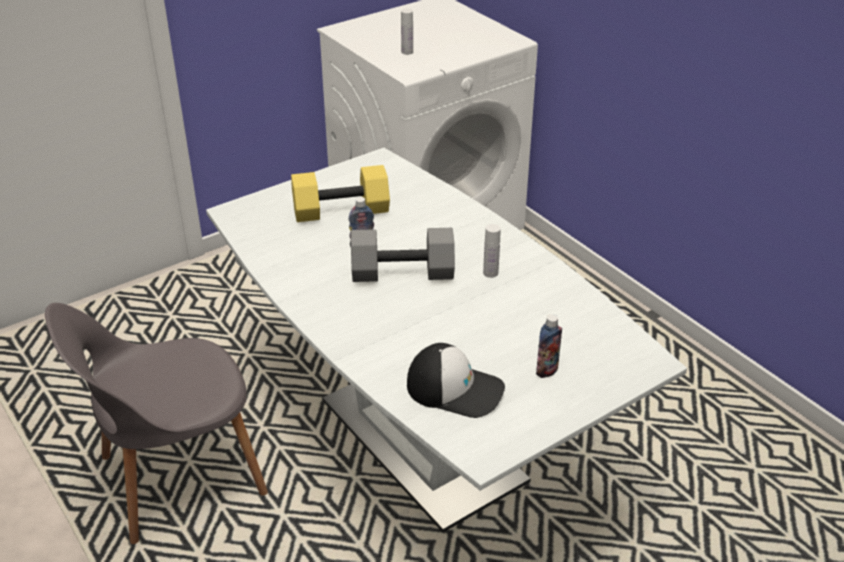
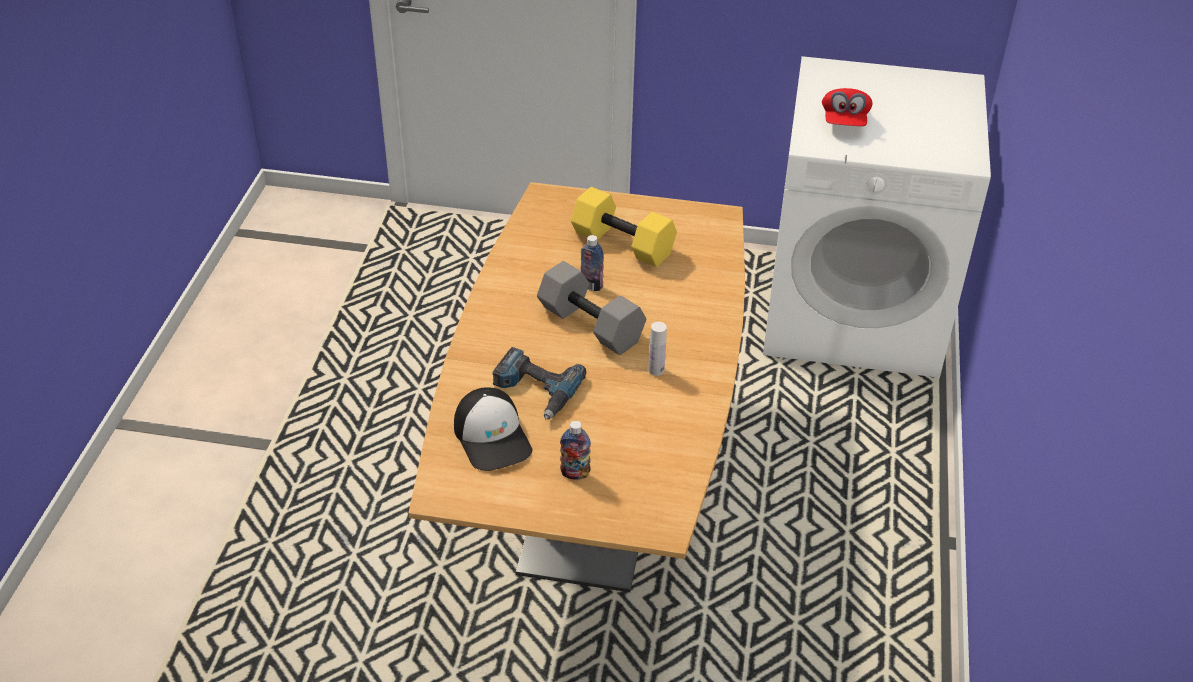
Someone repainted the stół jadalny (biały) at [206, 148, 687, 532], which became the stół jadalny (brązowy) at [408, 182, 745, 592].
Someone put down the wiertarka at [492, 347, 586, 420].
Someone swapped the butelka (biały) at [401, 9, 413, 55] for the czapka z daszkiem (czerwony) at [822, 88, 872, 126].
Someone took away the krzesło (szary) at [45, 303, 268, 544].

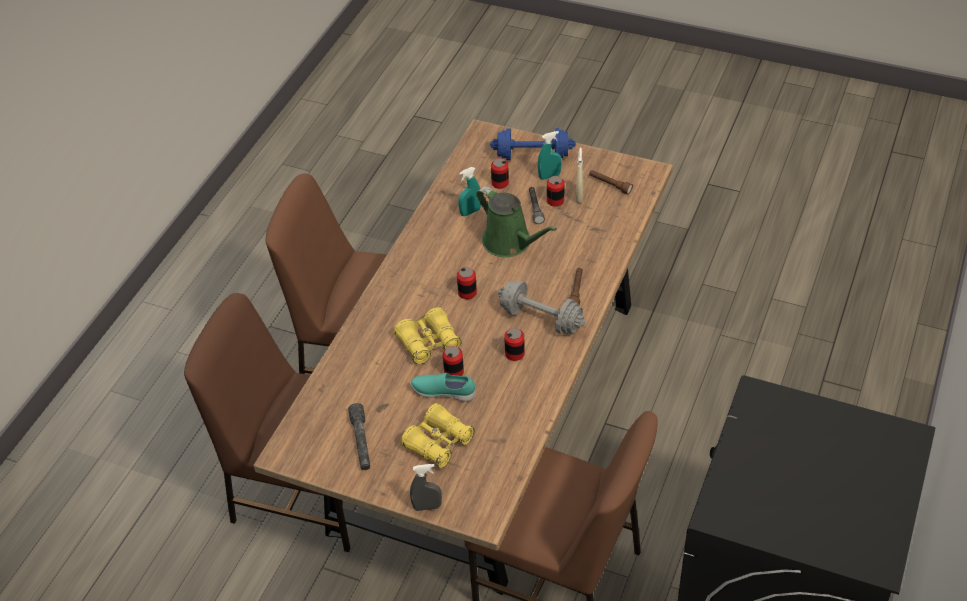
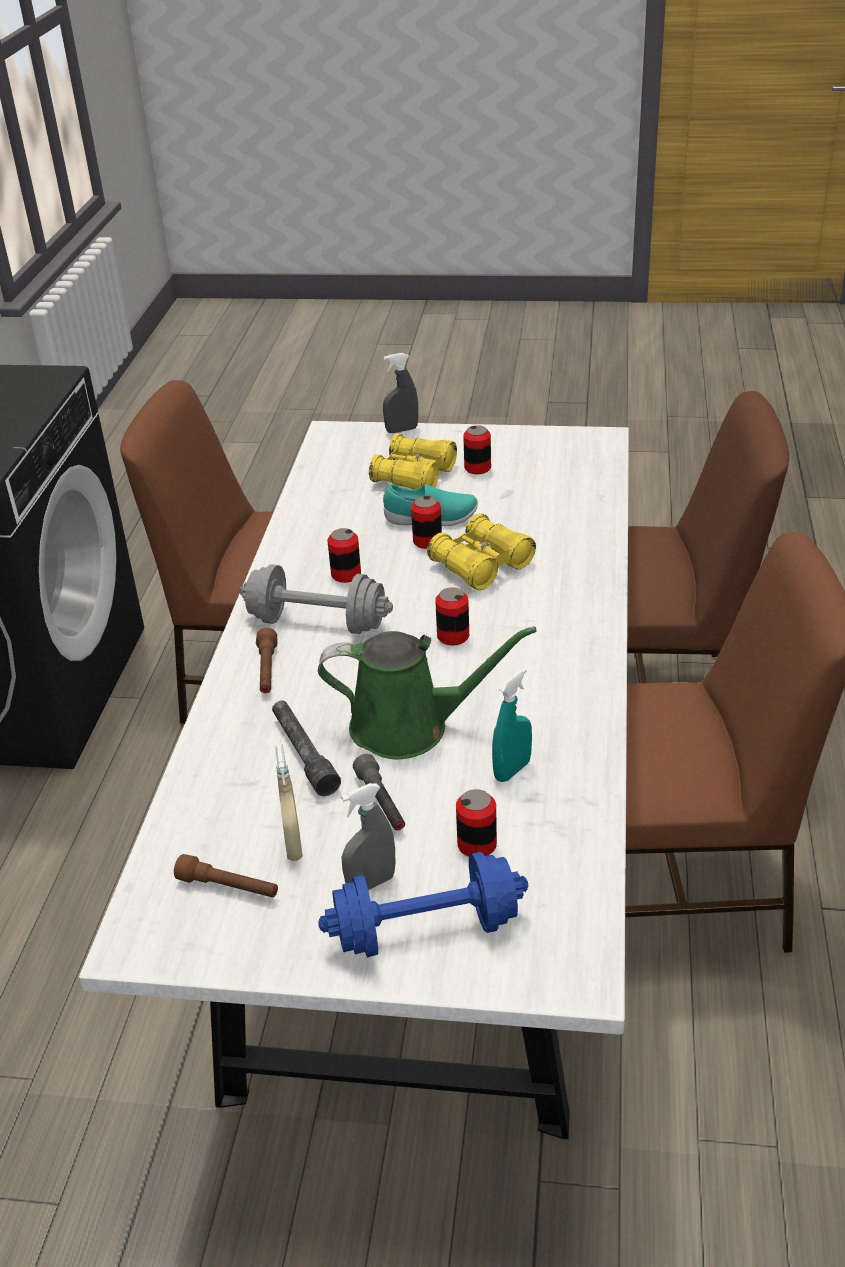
Someone repainted the stół jadalny (brązowy) at [253, 119, 673, 595], which became the stół jadalny (biały) at [79, 421, 629, 1139].
Someone carried the latarka (szary) from [348, 403, 370, 470] to [272, 701, 341, 796].
Someone rotated the konewka (zielony) at [476, 186, 557, 257] by 150 degrees clockwise.
Someone repainted the spryskiwacz (turkusowy) at [538, 131, 562, 180], which became the spryskiwacz (szary) at [341, 783, 395, 890].
Someone carried the puszka from [547, 176, 564, 207] to [463, 425, 491, 474].

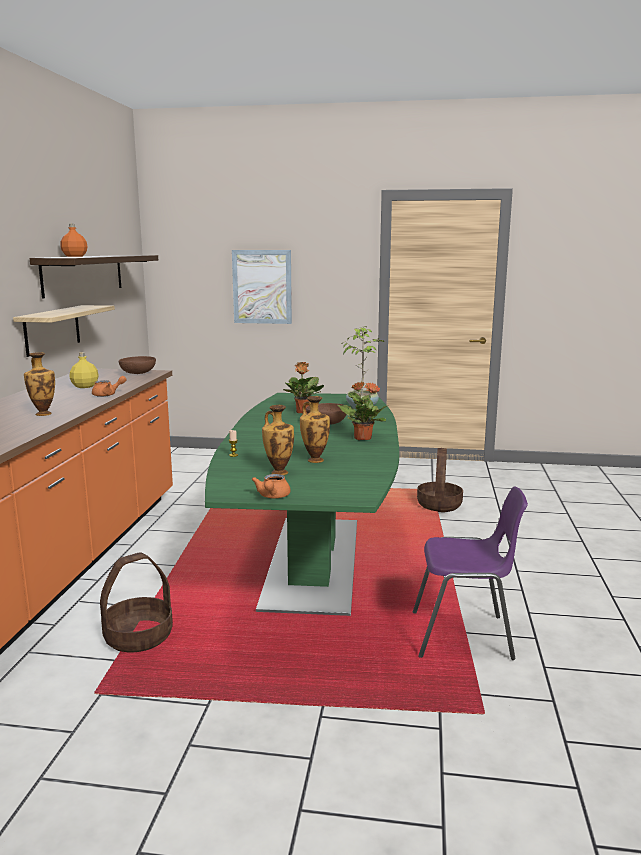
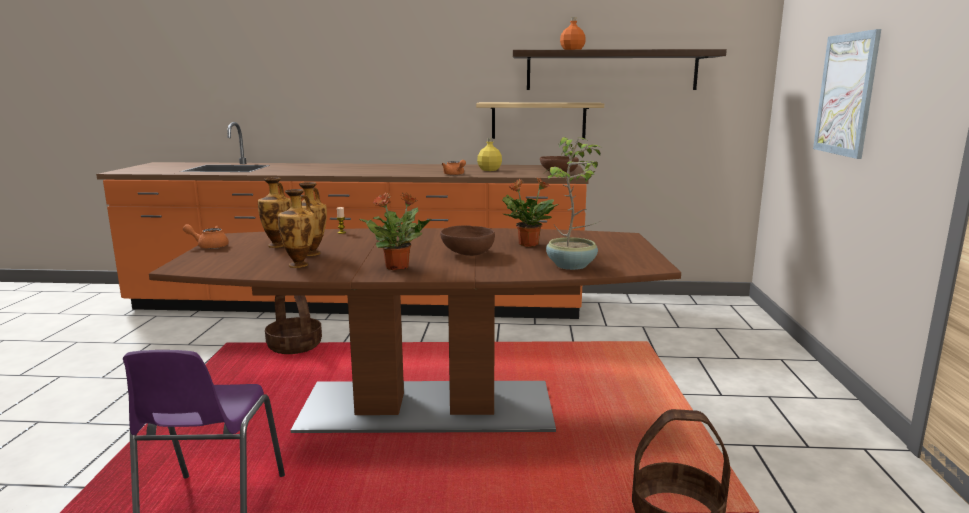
Someone repainted the stół jadalny (zielony) at [205, 393, 399, 616], which became the stół jadalny (brązowy) at [149, 228, 681, 433].
Someone carried the wazon from [24, 352, 55, 416] to [278, 189, 315, 268].

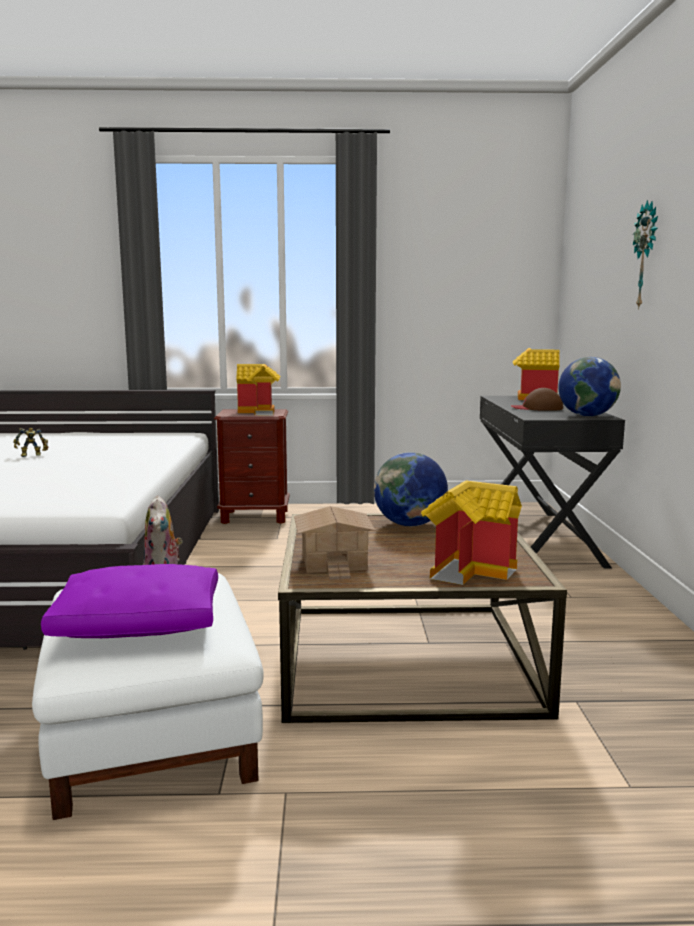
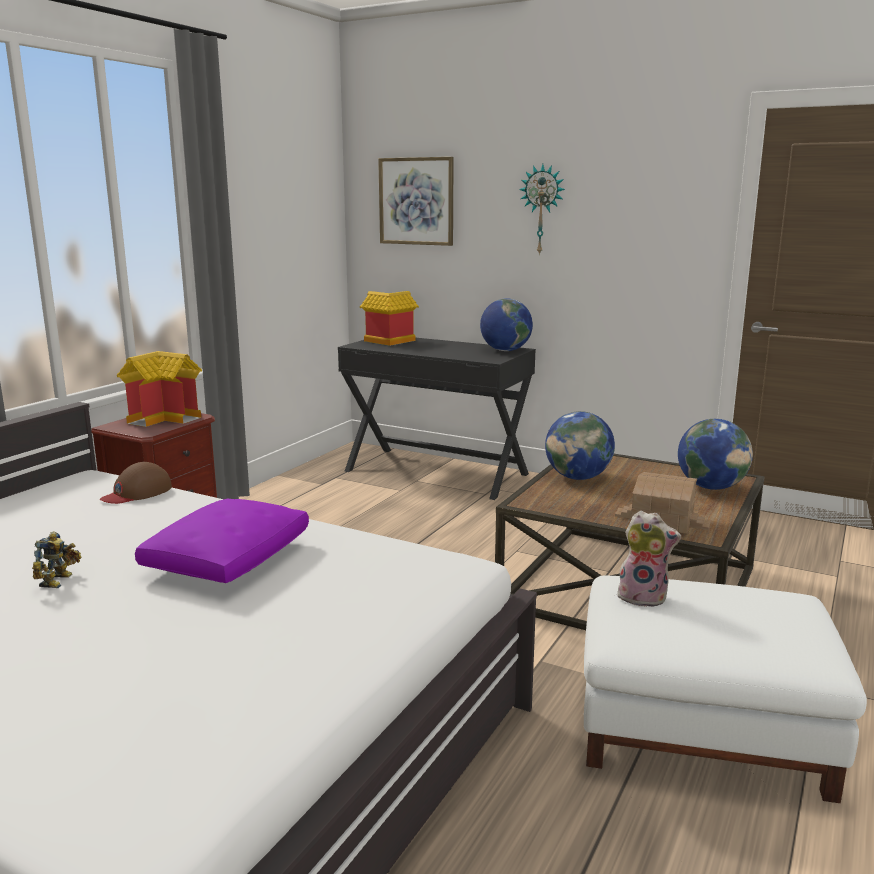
Someone carried the czapka z daszkiem (brązowy) from [511, 388, 563, 411] to [100, 462, 172, 504].
Someone carried the poduszka (fioletowy) from [41, 564, 218, 638] to [135, 498, 309, 583].
Someone put up the obraz at [378, 157, 454, 246].
Someone swapped the domek at [421, 481, 522, 585] for the globus at [678, 419, 753, 490].

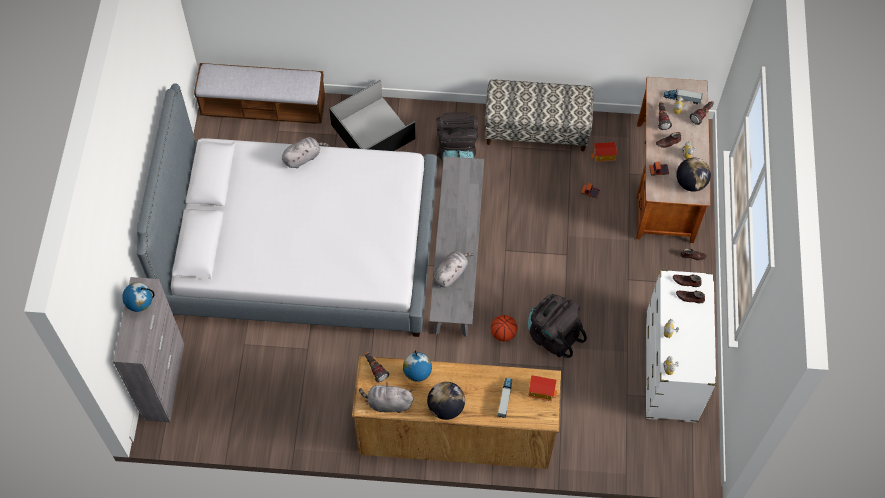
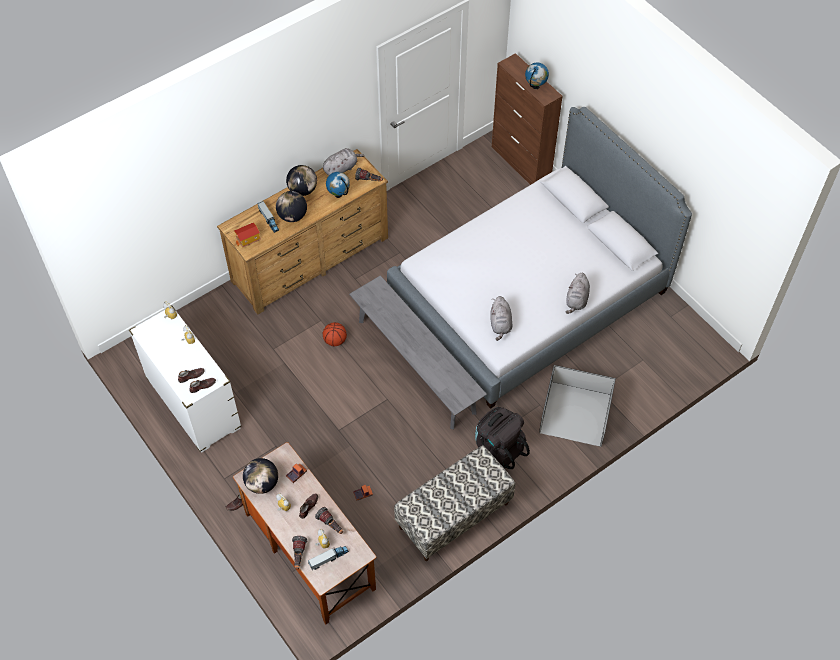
Someone put down the globus at [276, 191, 307, 222].
Someone carried the pluszak (szary) from [433, 251, 474, 287] to [490, 296, 512, 341].
Someone repainted the szafka (szary) at [113, 277, 184, 422], which became the szafka (brązowy) at [492, 53, 563, 185].
Someone took away the ławka at [194, 63, 326, 124].
Someone took away the plecak (czarny) at [528, 294, 587, 358].
Someone took away the domek at [591, 142, 617, 162].

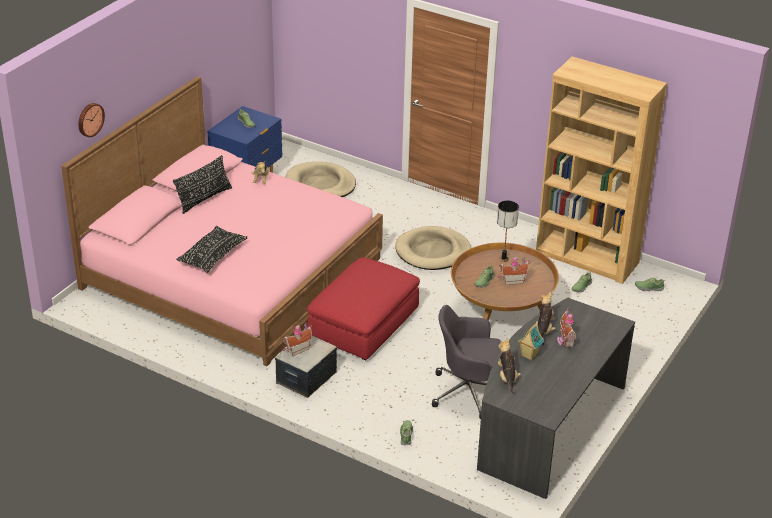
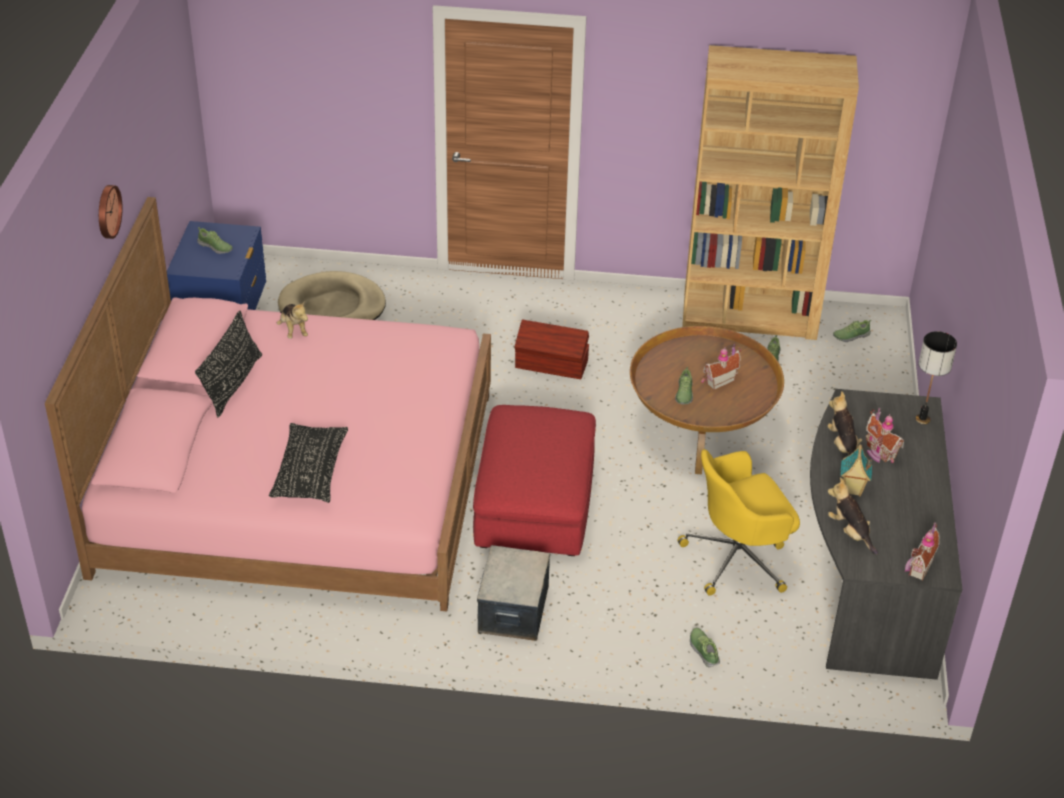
Someone carried the zegar ścienny from [78, 103, 105, 137] to [99, 185, 122, 239].
Someone swapped the legowisko (beżowy) at [395, 226, 471, 270] for the pojemnik do przechowywania (brązowy) at [515, 320, 589, 379].
Someone repainted the krzesło biurowe (szary) at [432, 305, 501, 419], which became the krzesło biurowe (żółty) at [677, 449, 800, 596].
Someone carried the domek from [283, 322, 312, 356] to [905, 522, 940, 581].
Someone carried the lampa stołowa from [497, 200, 519, 262] to [916, 331, 957, 424].

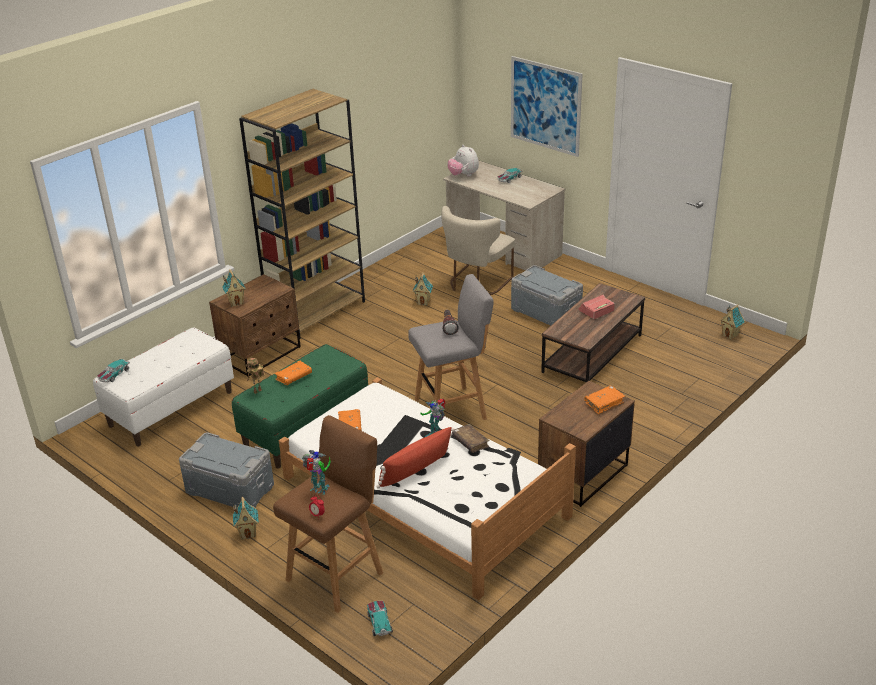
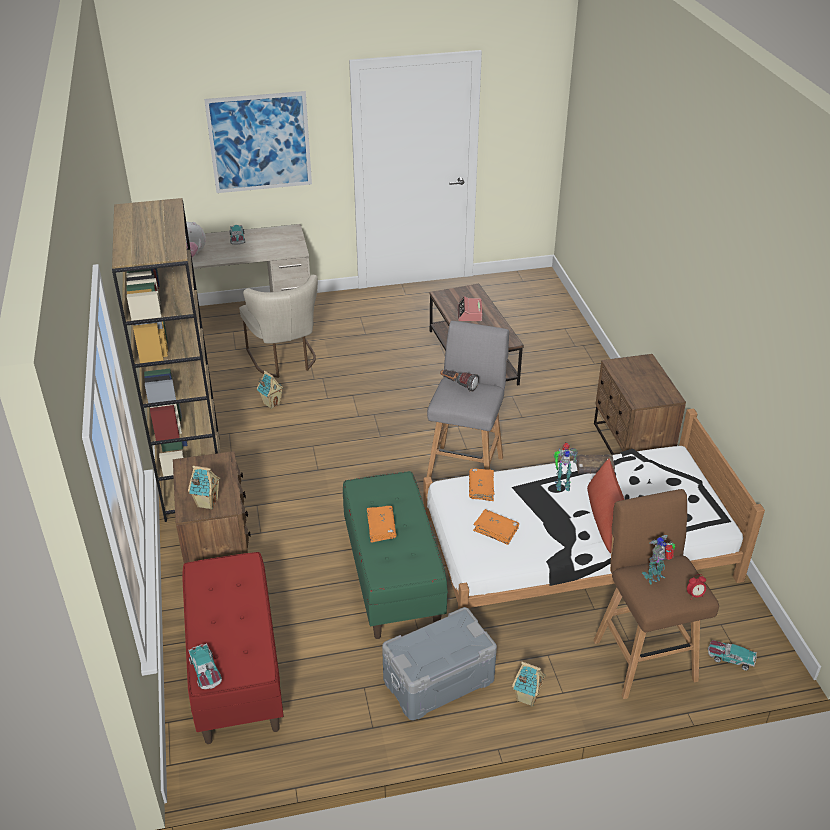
Someone repainted the ławka (biały) at [93, 327, 234, 447], which became the ławka (czerwony) at [182, 552, 284, 744].
Someone carried the książka (pomarańczowy) from [584, 385, 625, 414] to [469, 468, 495, 501].
Someone took away the robot zabawkowy at [246, 358, 264, 394].
Someone took away the pojemnik do przechowywania (szary) at [511, 265, 583, 326].
Someone took away the domek at [720, 304, 745, 340].

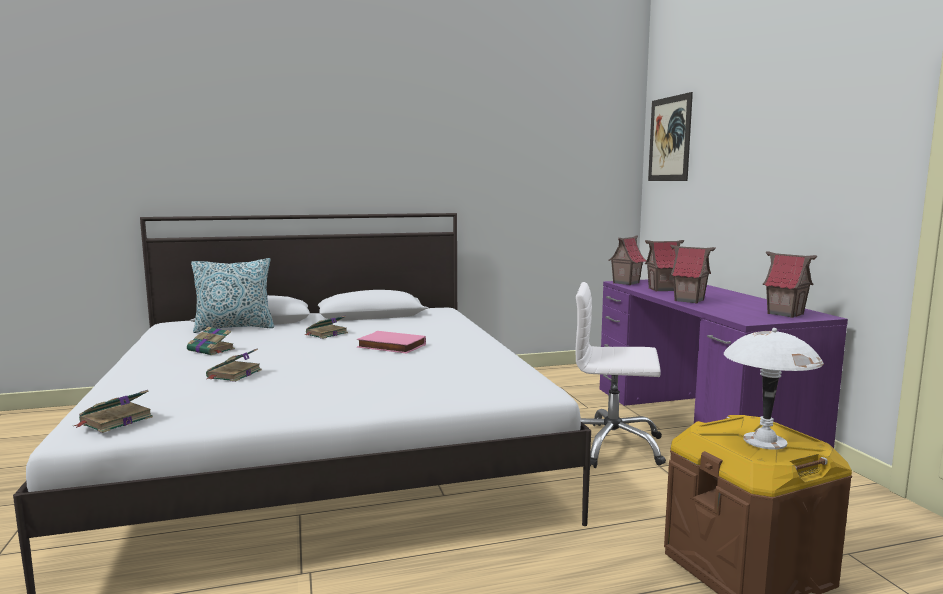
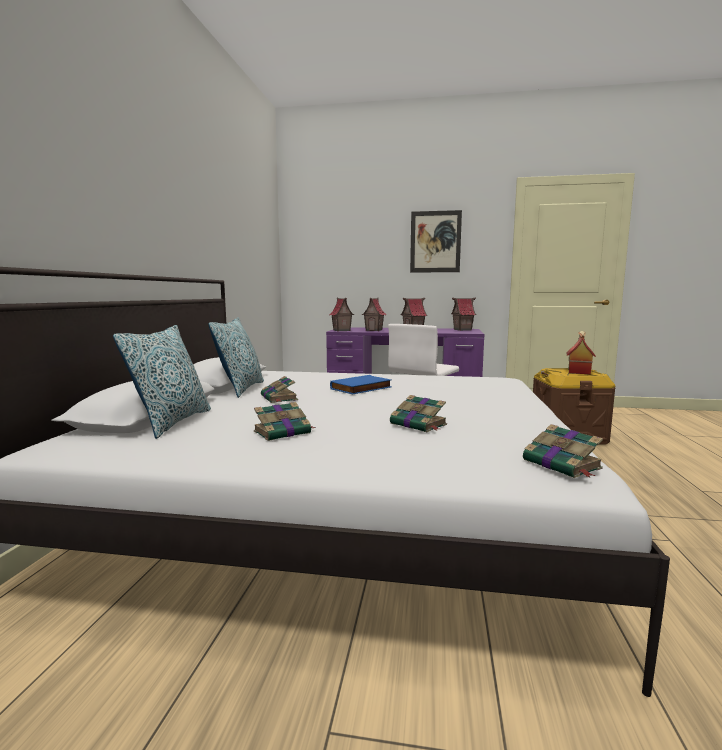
Someone put down the poduszka at [208, 317, 264, 398].
Someone repainted the książka (różowy) at [357, 331, 426, 354], which became the książka (niebieski) at [330, 375, 392, 395].
Someone carried the obraz from [648, 92, 693, 181] to [410, 210, 462, 273].
Someone swapped the lampa stołowa (biały) at [724, 328, 824, 450] for the domek at [566, 331, 596, 375].

